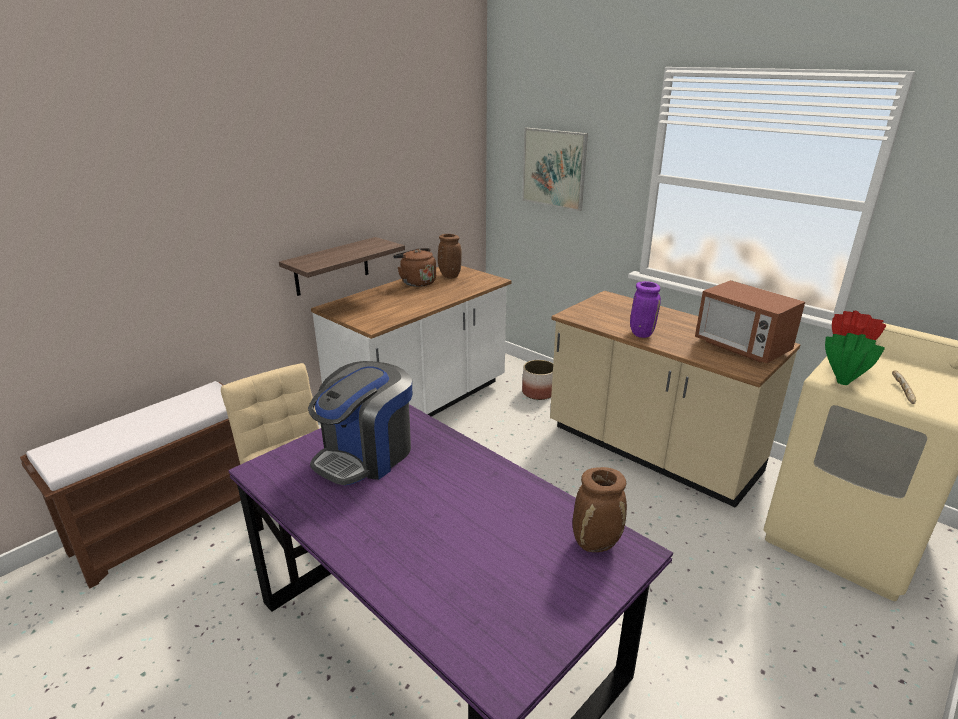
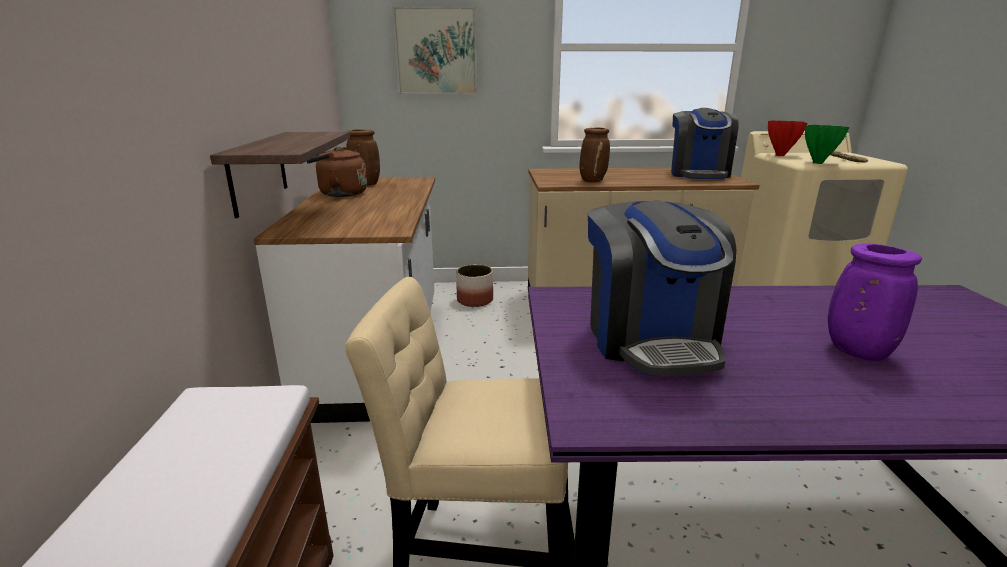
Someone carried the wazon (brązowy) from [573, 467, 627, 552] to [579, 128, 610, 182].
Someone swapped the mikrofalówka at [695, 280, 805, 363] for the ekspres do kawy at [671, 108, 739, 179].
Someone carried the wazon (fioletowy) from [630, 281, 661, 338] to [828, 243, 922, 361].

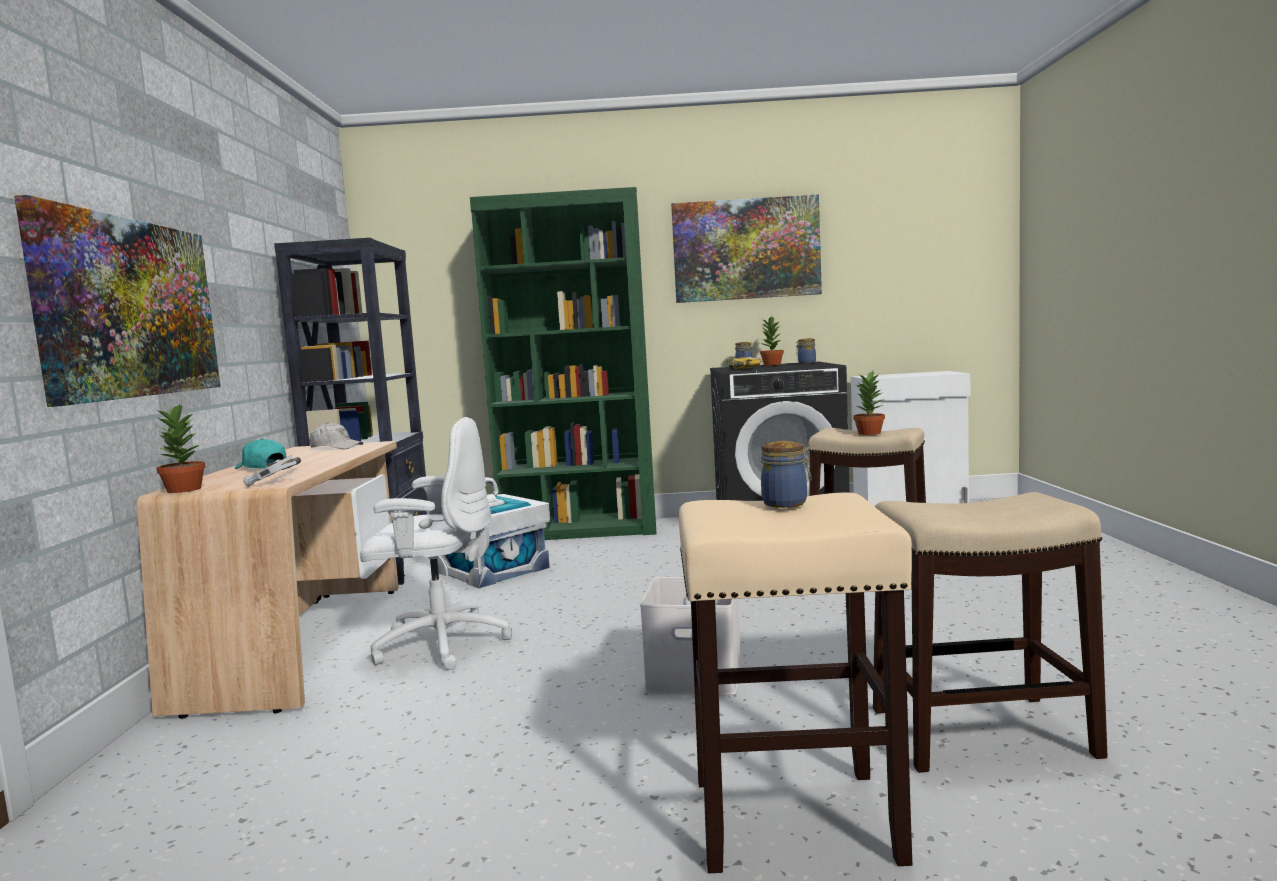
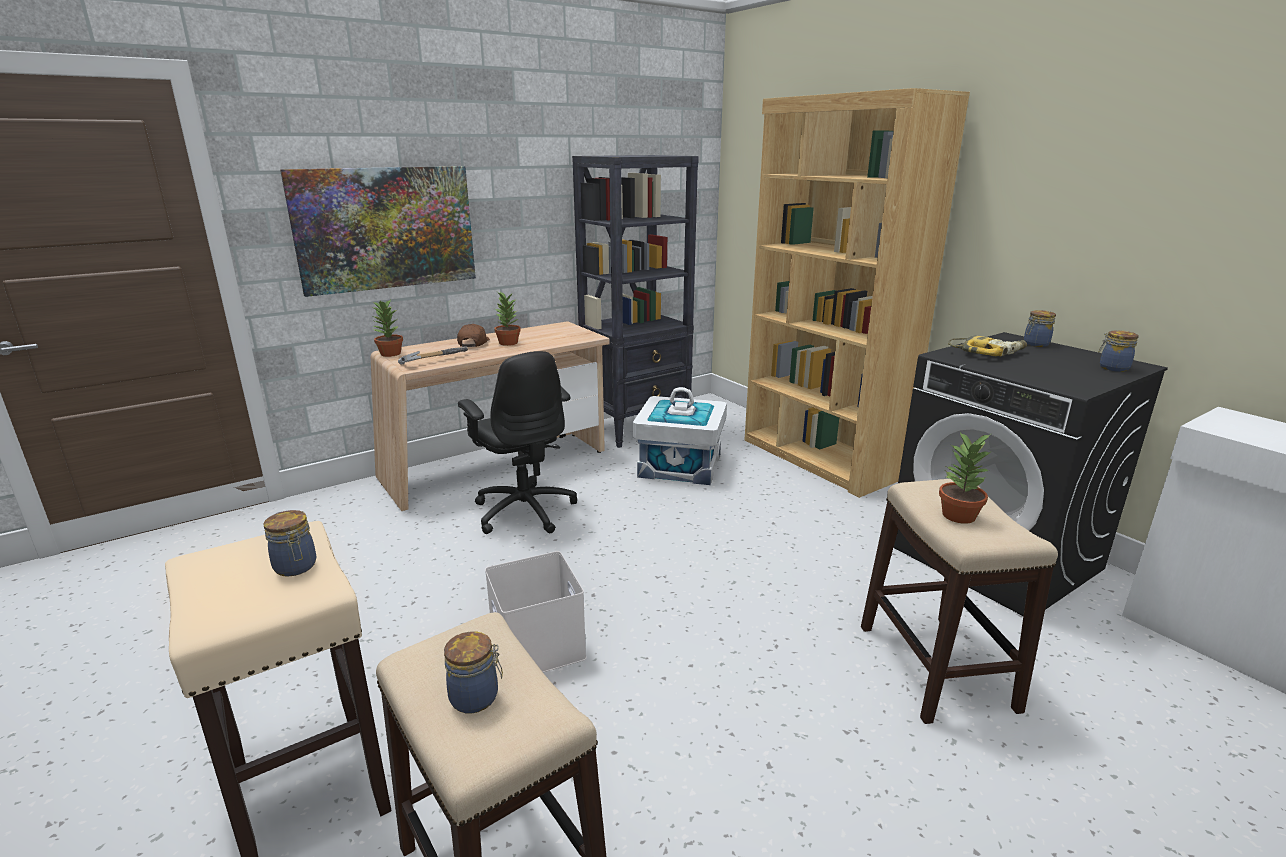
Someone put down the słoik at [444, 631, 503, 713].
Someone repainted the czapka z daszkiem (turkusowy) at [235, 438, 286, 469], which became the czapka z daszkiem (brązowy) at [457, 324, 490, 347].
Someone repainted the krzesło biurowe (biały) at [360, 417, 512, 670], which became the krzesło biurowe (czarny) at [458, 351, 577, 534].
Someone carried the roślina doniczkowa from [760, 316, 784, 366] to [494, 291, 521, 346].
Someone repainted the regał (zielony) at [470, 187, 657, 540], which became the regał (brązowy) at [745, 88, 970, 498].
Someone took away the czapka z daszkiem (biały) at [309, 422, 364, 449].
Someone took away the obraz at [671, 194, 822, 303].

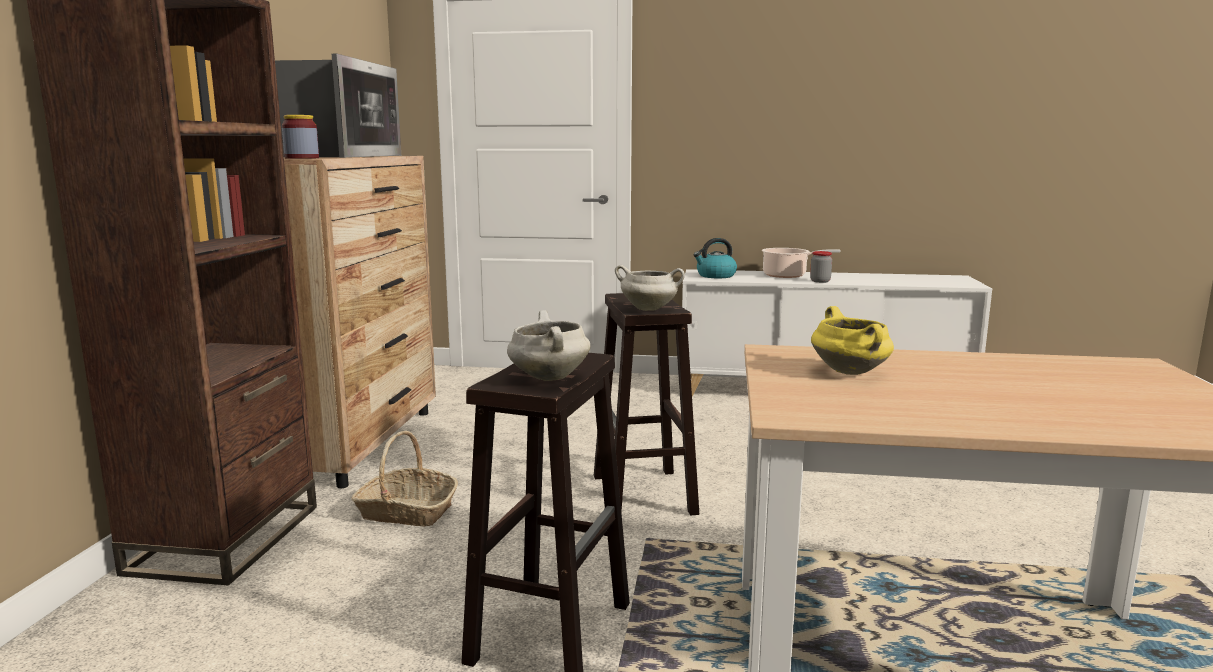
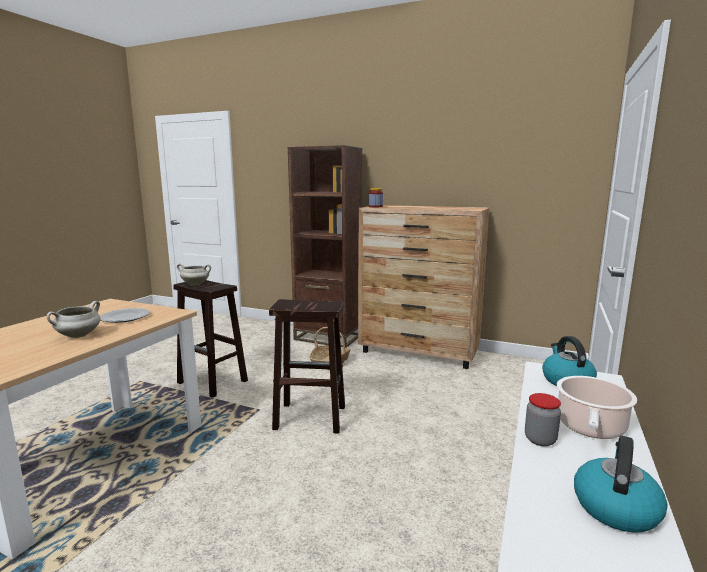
Someone carried the garnek (biały) from [615, 265, 685, 311] to [46, 301, 101, 338].
Someone swapped the garnek (żółty) at [811, 306, 894, 375] for the talerz at [100, 308, 150, 323].
Someone put down the czajnik at [574, 436, 667, 533].
Someone took away the mikrofalówka at [275, 54, 401, 158].

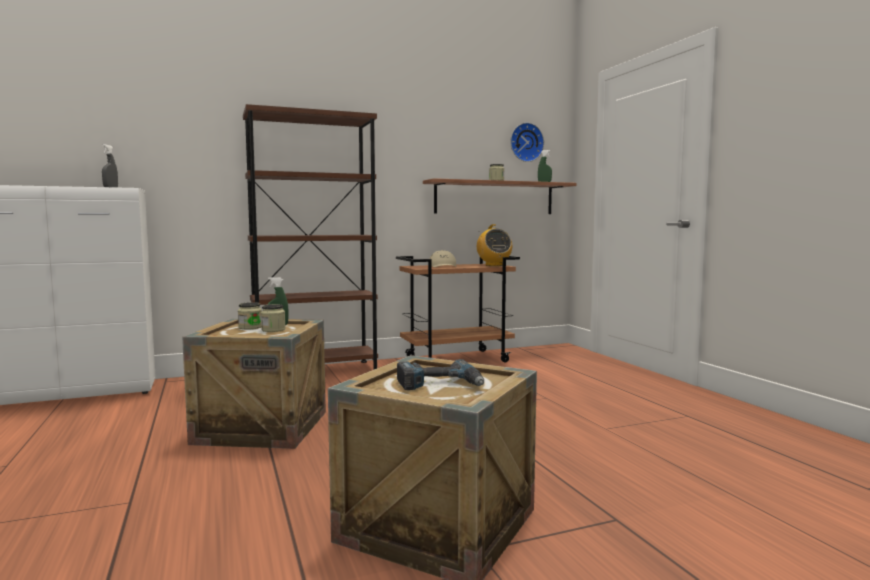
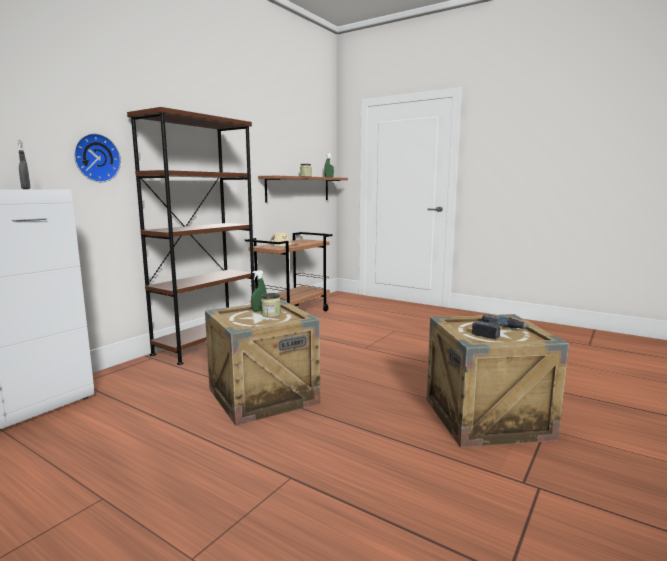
Someone carried the zegar ścienny from [510, 123, 544, 162] to [74, 133, 121, 182].
Someone took away the słoik at [238, 302, 262, 329].
Someone took away the radio at [477, 224, 512, 266].

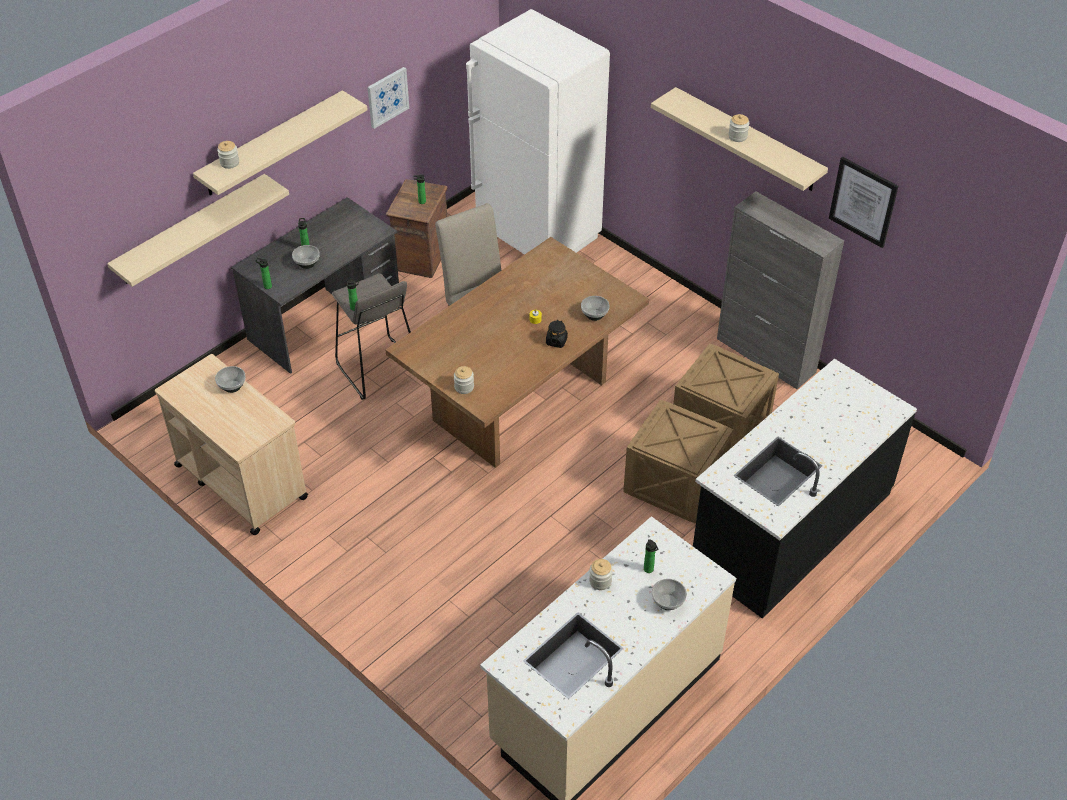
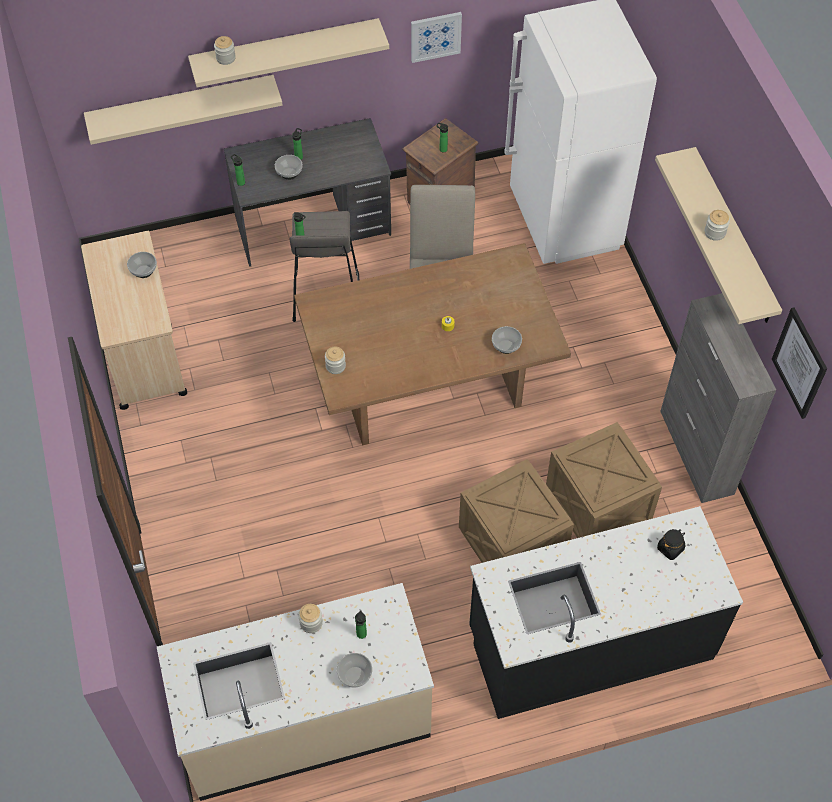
Someone carried the słoik (czarny) from [546, 320, 568, 348] to [657, 529, 685, 560].

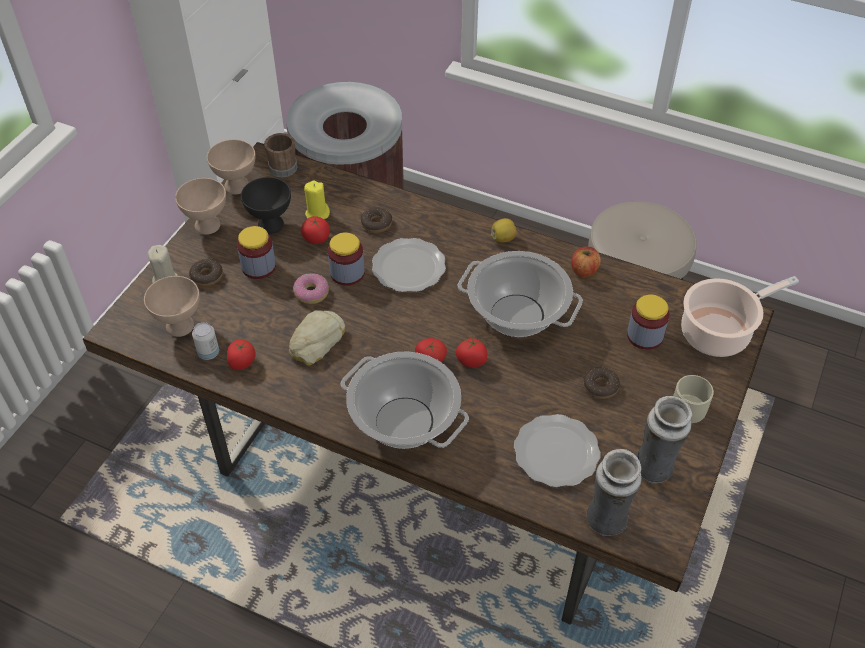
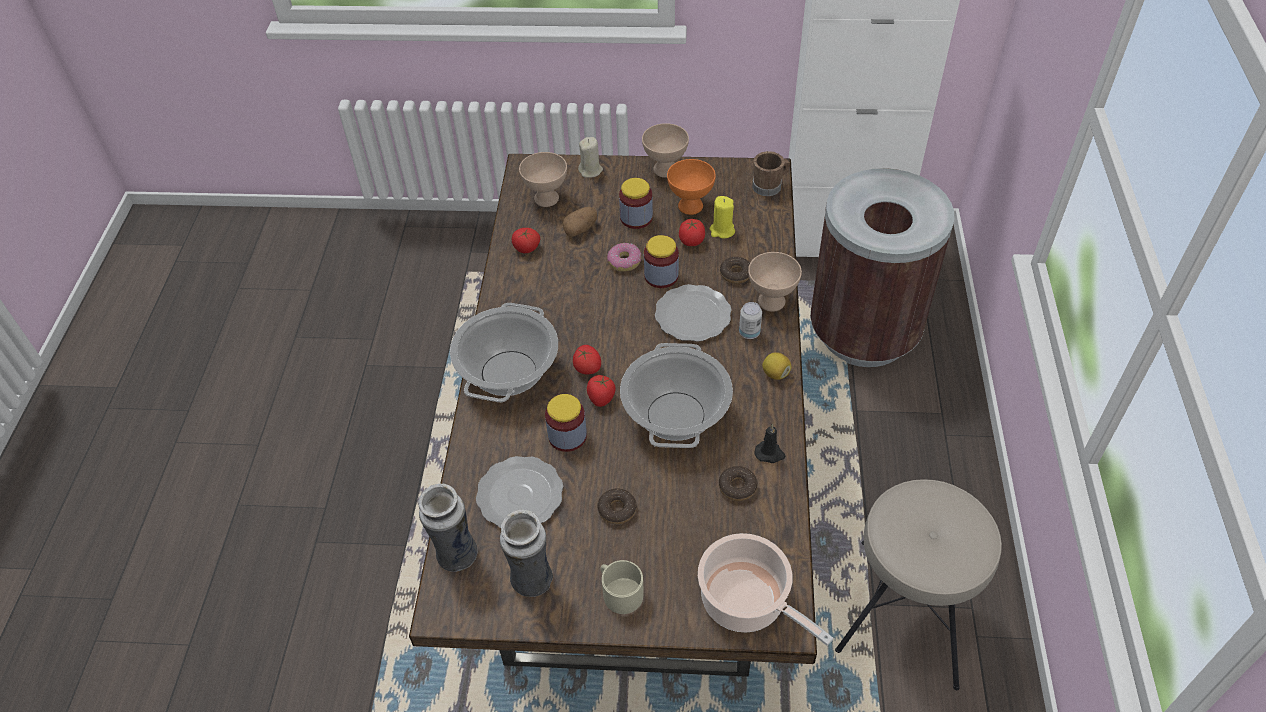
Someone carried the słoik from [627, 295, 670, 350] to [545, 394, 587, 452].
Someone put down the ziemniak at [563, 207, 597, 237].
Someone repainted the miska (czarny) at [241, 177, 291, 234], which became the miska (pomarańczowy) at [667, 159, 716, 215].
Someone carried the donut from [189, 259, 223, 287] to [719, 466, 757, 501].
Someone carried the puszka from [192, 322, 219, 360] to [739, 302, 762, 339].
Someone carried the miska (beżowy) from [207, 139, 255, 194] to [748, 252, 802, 312].
Someone swapped the jabłko at [571, 247, 601, 277] for the świeca (czarny) at [755, 424, 786, 463].
Someone took away the chleb at [289, 311, 345, 365].

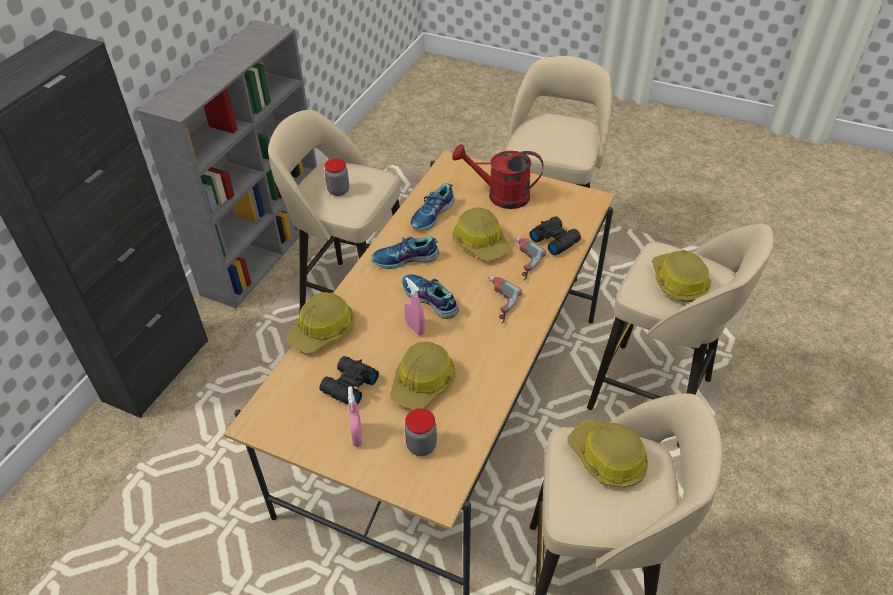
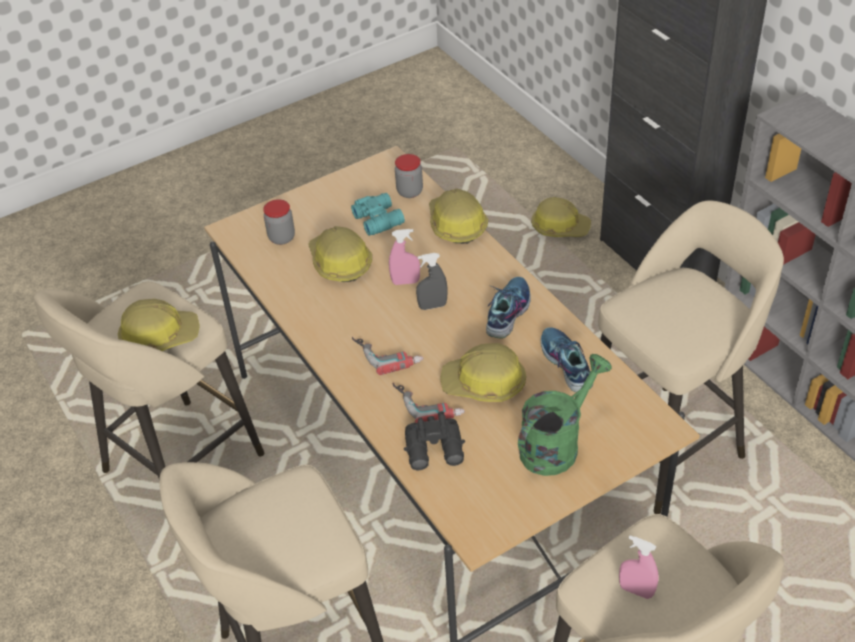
Someone repainted the lornetka (czarny) at [320, 356, 379, 405], which became the lornetka (turkusowy) at [351, 193, 405, 236].
Someone carried the słoik from [324, 159, 349, 196] to [395, 154, 423, 198].
Someone swapped the but at [402, 274, 459, 319] for the spryskiwacz (szary) at [416, 253, 448, 310].
Someone repainted the konewka (czerwony) at [452, 144, 543, 209], which became the konewka (zielony) at [518, 354, 612, 476].
Someone carried the kask from [652, 250, 711, 302] to [531, 197, 591, 237].
Someone carried the spryskiwacz (różowy) from [348, 386, 362, 447] to [619, 535, 659, 599].

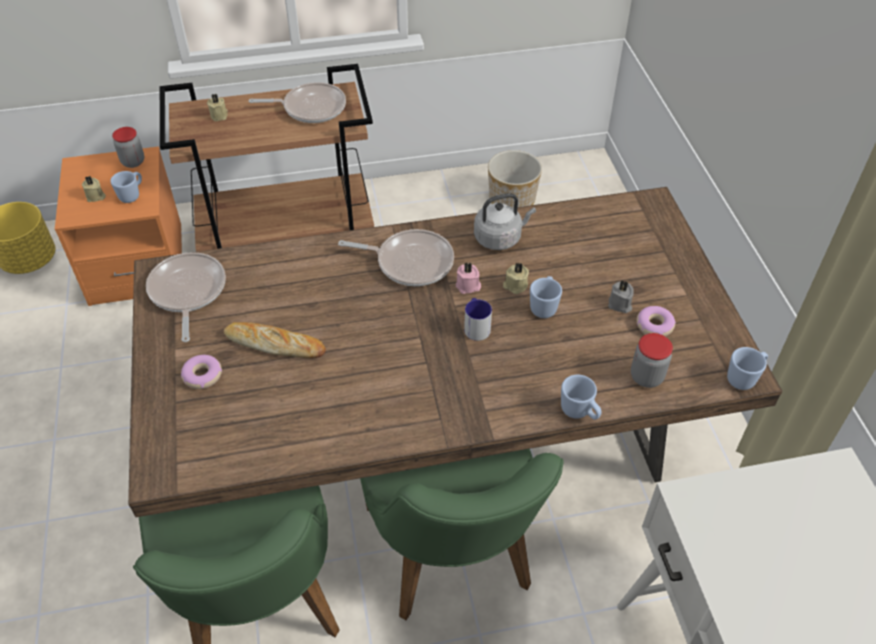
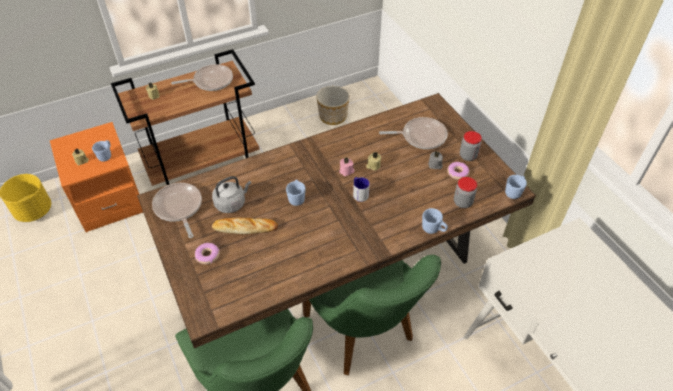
Someone carried the czajnik (szary) from [474, 193, 536, 250] to [212, 176, 251, 213].
Someone carried the kubek (niebieski) from [530, 276, 562, 318] to [286, 180, 306, 206].
Someone carried the patelnia from [338, 229, 454, 286] to [379, 117, 448, 149].
Someone carried the słoik from [112, 127, 144, 168] to [460, 131, 482, 161].

